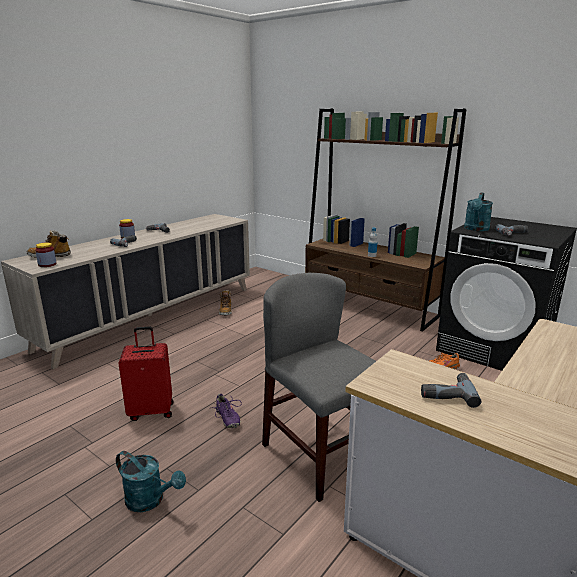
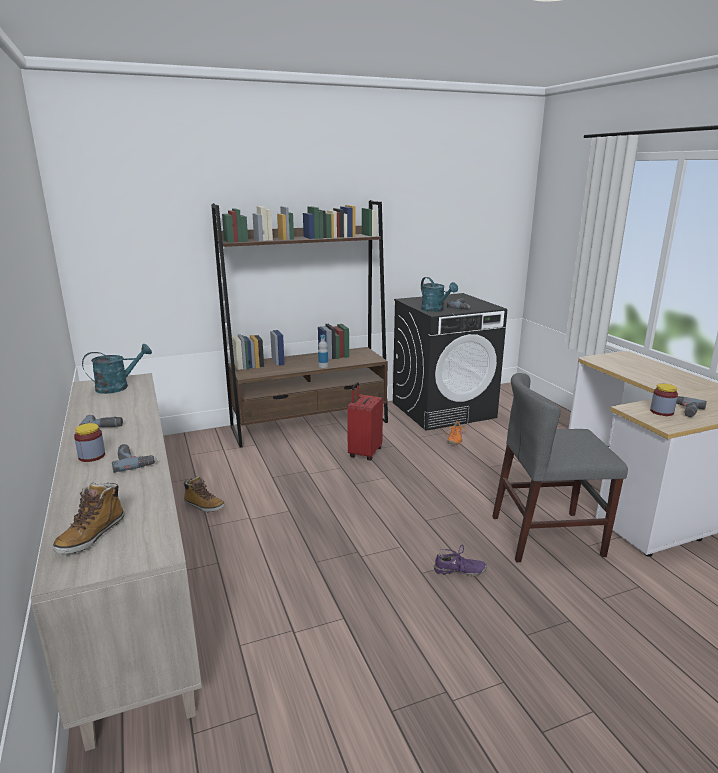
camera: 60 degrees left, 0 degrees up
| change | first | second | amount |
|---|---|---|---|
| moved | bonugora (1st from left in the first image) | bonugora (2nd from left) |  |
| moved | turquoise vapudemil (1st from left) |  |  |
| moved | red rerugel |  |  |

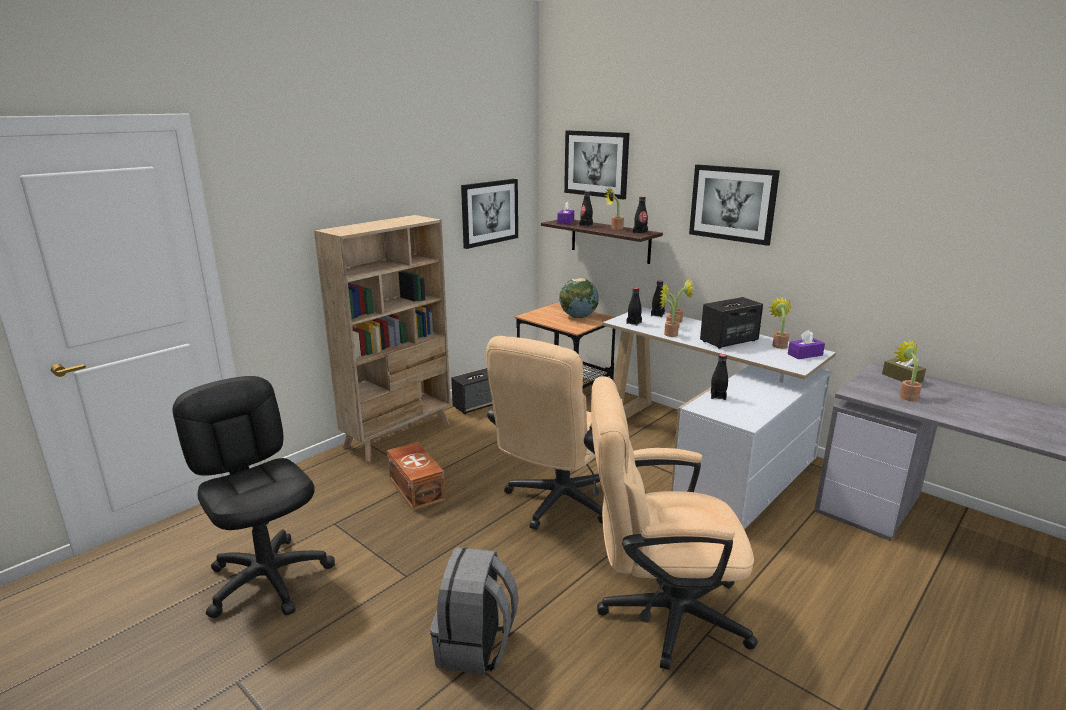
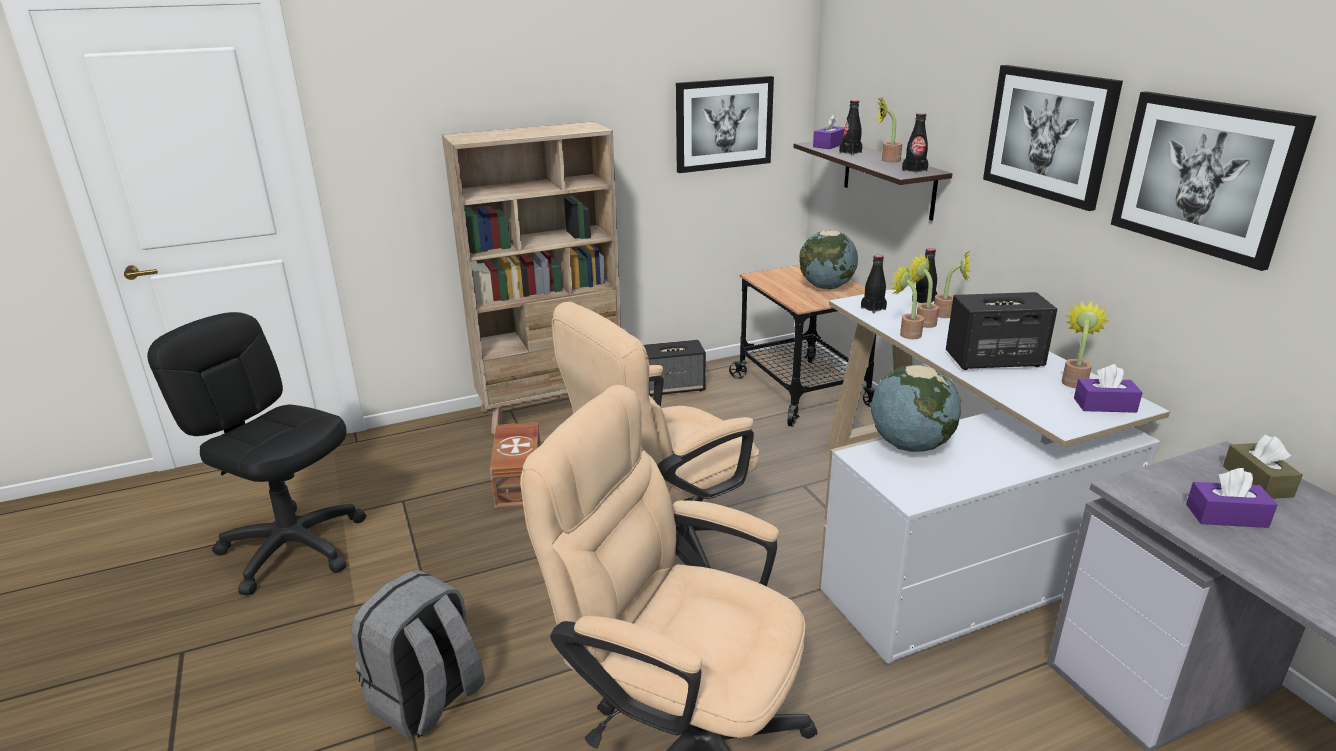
camera: 25 degrees right, 5 degrees up
| change | first | second | amount |
|---|---|---|---|
| moved | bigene (2nd from left in the first image) | bigene (3rd from left) |  |
| replaced | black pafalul (5th from left) | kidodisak (2nd from left) |  |
| replaced | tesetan (6th from left) | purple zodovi (3rd from left) |  |
| turned | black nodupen |  | 45 degrees counterclockwise |

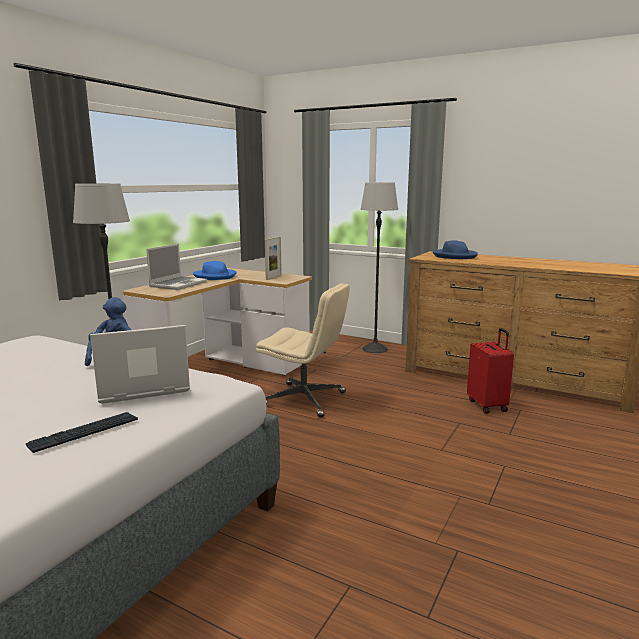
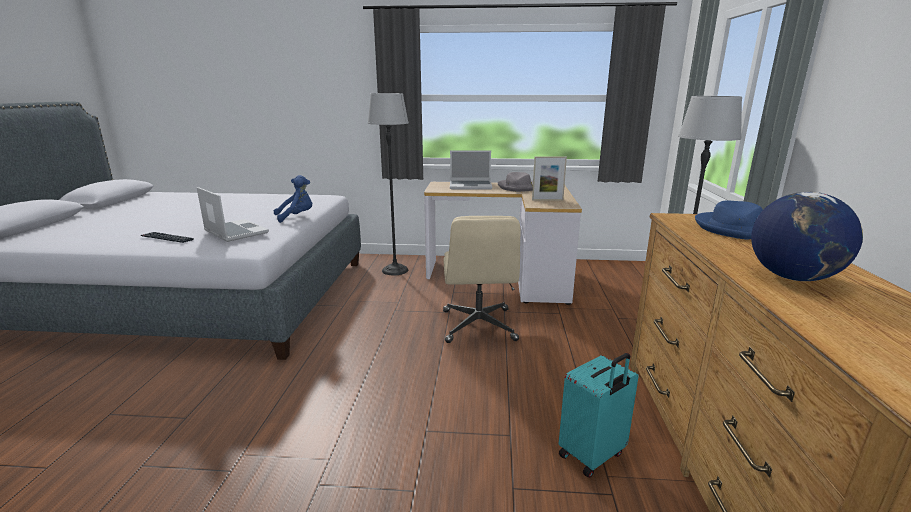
camera: 65 degrees right, 5 degrees up
| change | first | second | amount |
|---|---|---|---|
| added |  | kidodisak |  |
| recoloured | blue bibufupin (1st from left) | grey bibufupin |  |
| recoloured | red rerugel | turquoise rerugel |  |

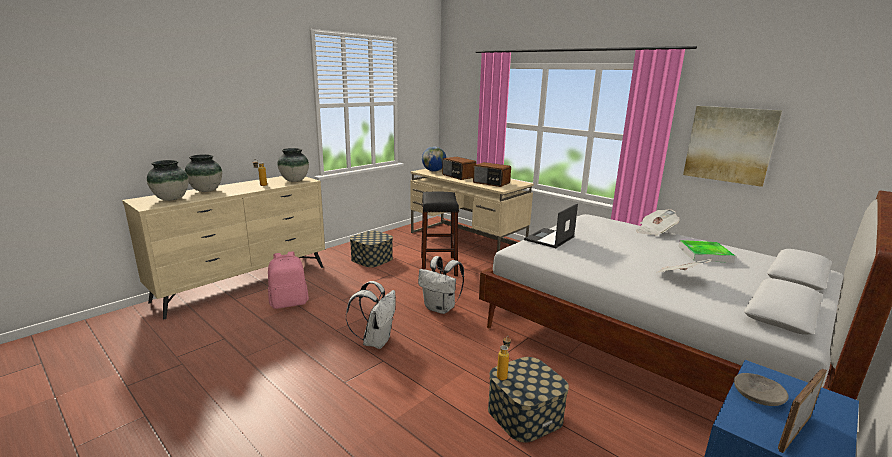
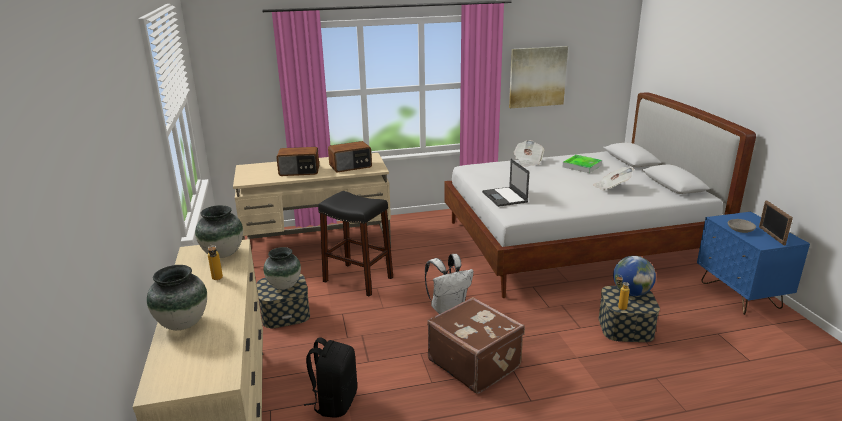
camera: 55 degrees left, 5 degrees up
| change | first | second | amount |
|---|---|---|---|
| moved | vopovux (1st from left in the first image) | vopovux (3rd from left) |  |
| moved | kidodisak |  |  |
| replaced | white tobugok (1st from left) | brown rerugel |  |
| recoloured | pink tobugok | black tobugok |  |

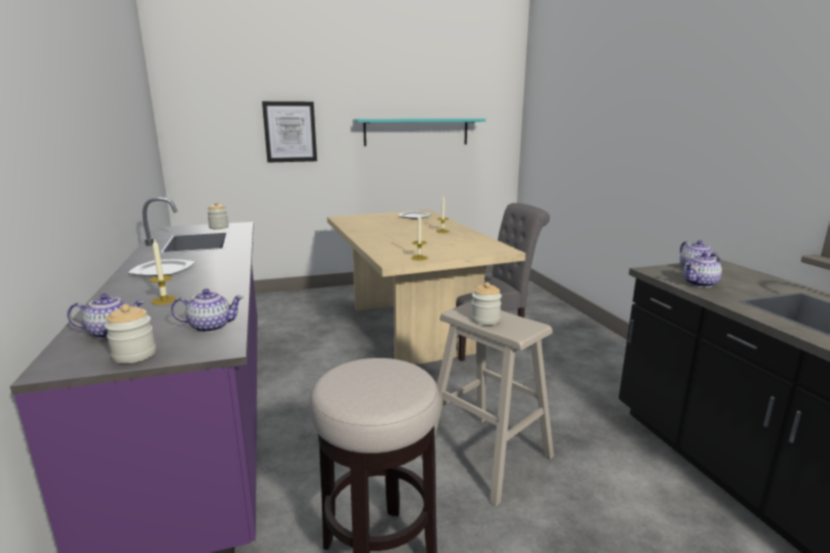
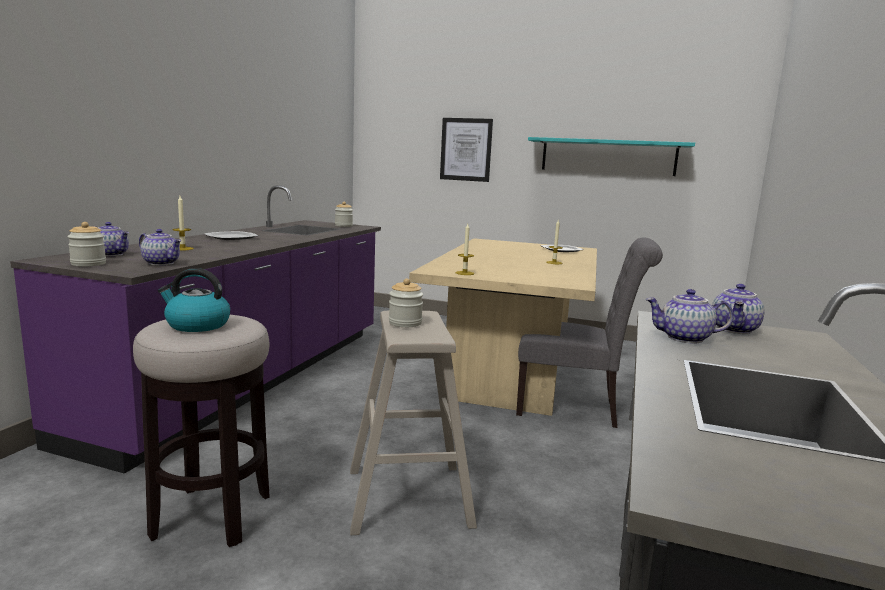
camera: 35 degrees right, 5 degrees down
| change | first | second | amount |
|---|---|---|---|
| added |  | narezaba |  |

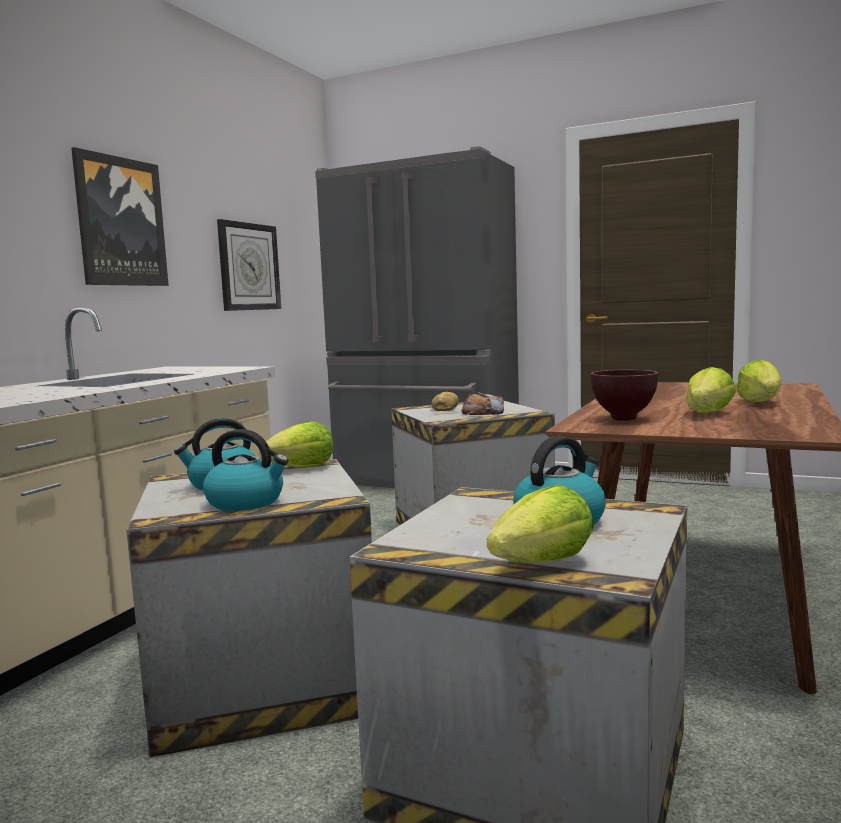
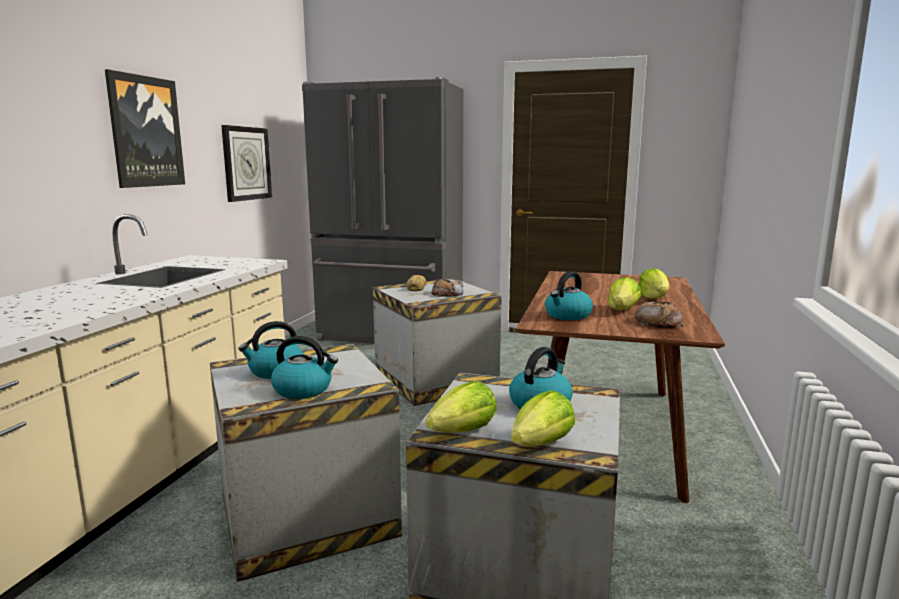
camera: 10 degrees left, 5 degrees up
| change | first | second | amount |
|---|---|---|---|
| added |  | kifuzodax (3rd from left) |  |
| moved | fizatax (1st from left) |  |  |
| replaced | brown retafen | narezaba (4th from left) |  |

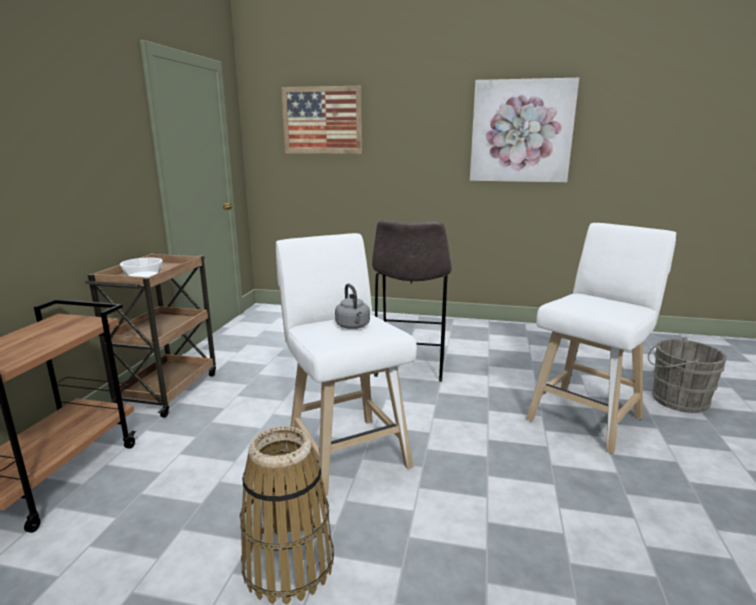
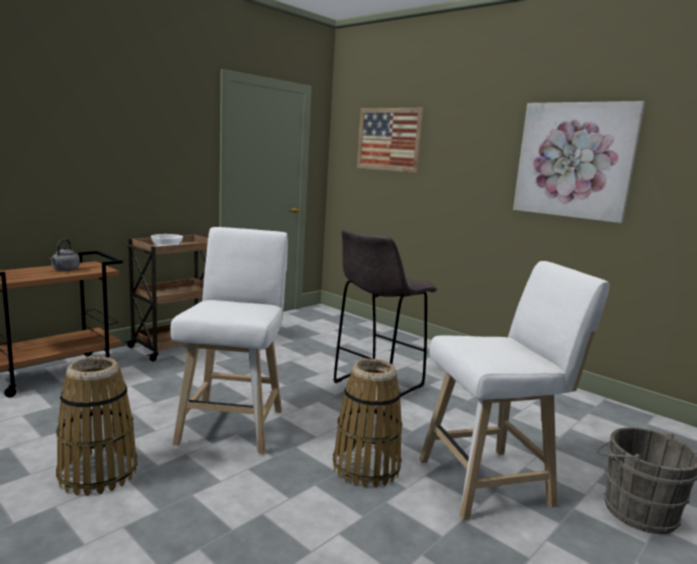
camera: 30 degrees right, 5 degrees down
| change | first | second | amount |
|---|---|---|---|
| added |  | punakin (2nd from left) |  |
| moved | grey narezaba |  |  |

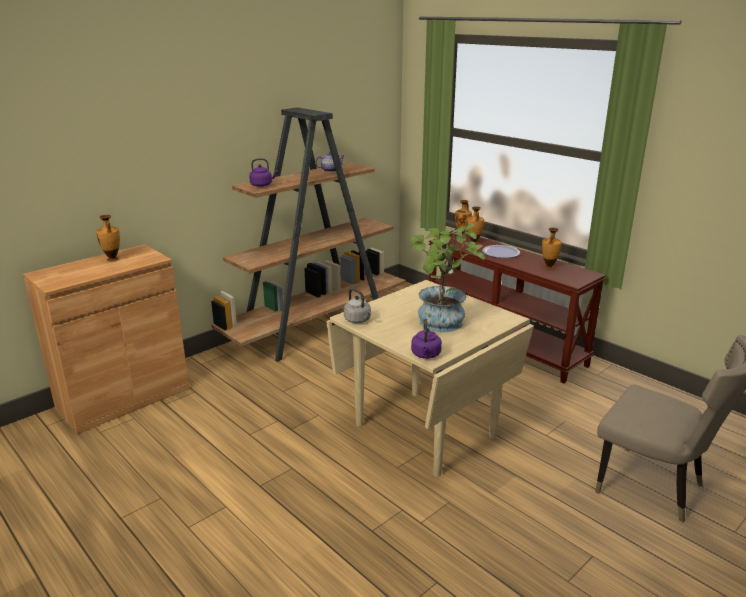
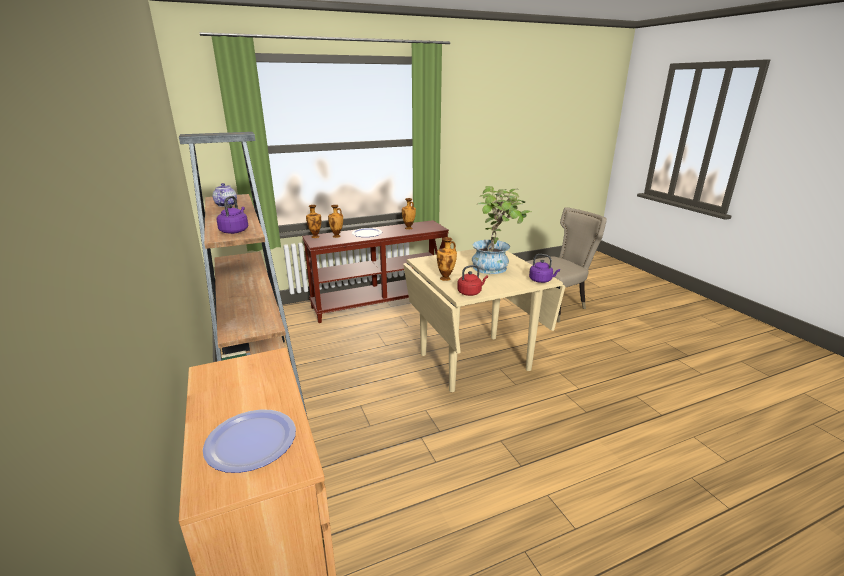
camera: 70 degrees left, 0 degrees up
| change | first | second | amount |
|---|---|---|---|
| added |  | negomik (1st from left) |  |
| moved | vopovux (1st from left in the first image) | vopovux (4th from left) |  |
| recoloured | grey narezaba | red narezaba |  |

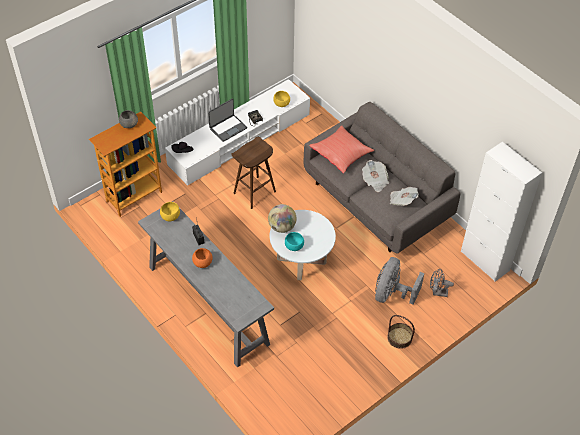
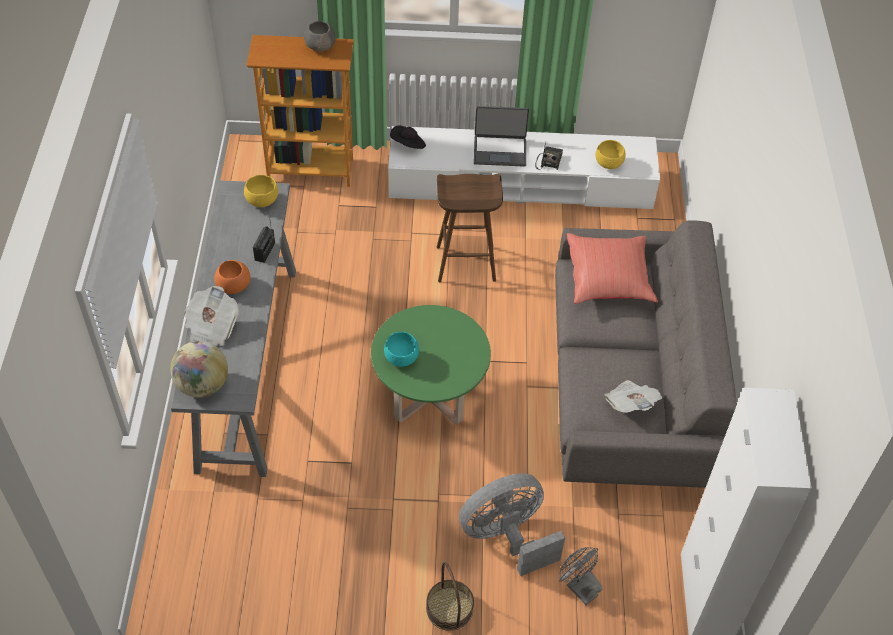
camera: 40 degrees right, 0 degrees up
| change | first | second | amount |
|---|---|---|---|
| moved | kidodisak |  |  |
| moved | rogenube (1st from left) |  |  |
| recoloured | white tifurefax | green tifurefax |  |

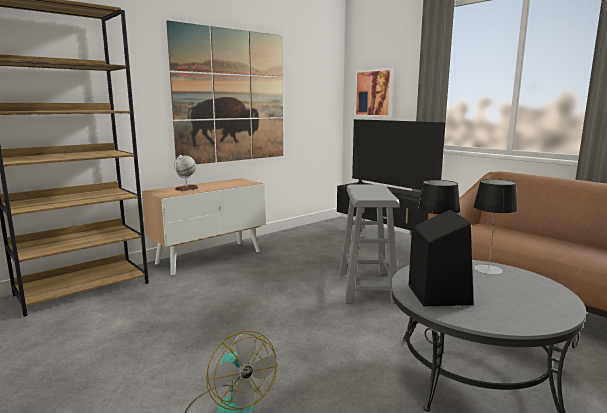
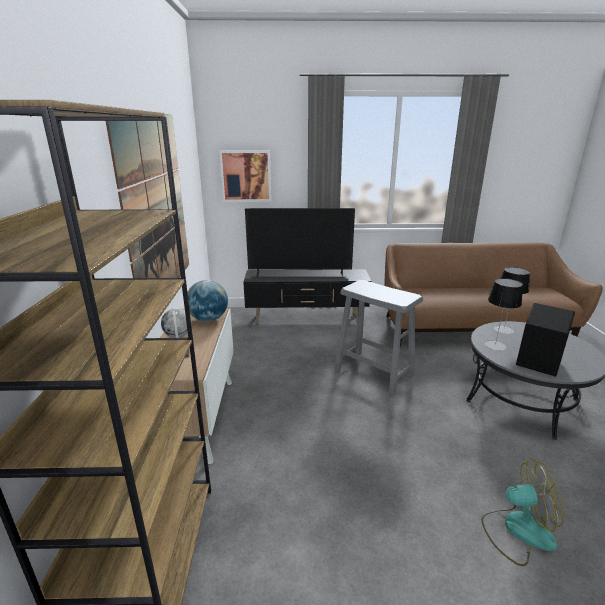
camera: 50 degrees left, 10 degrees up
| change | first | second | amount |
|---|---|---|---|
| added |  | kidodisak (2nd from left) |  |

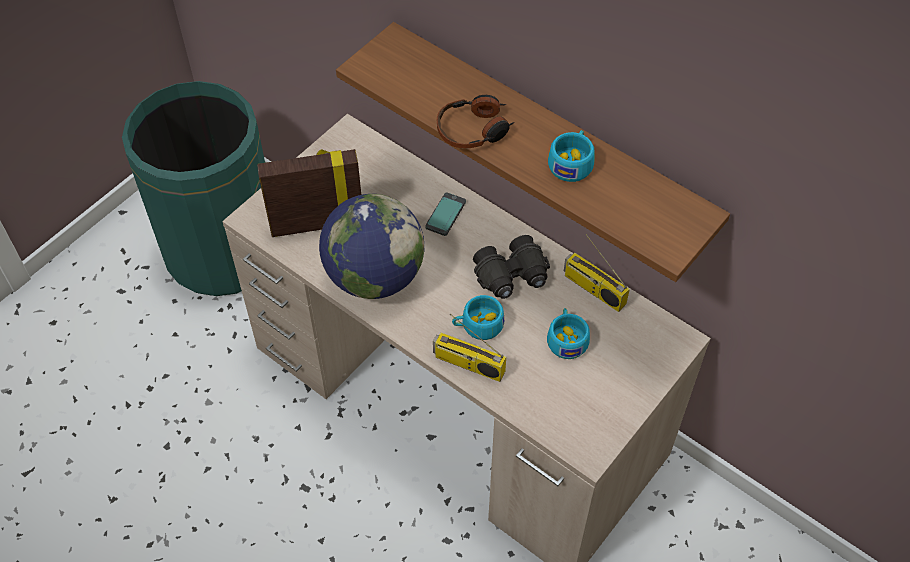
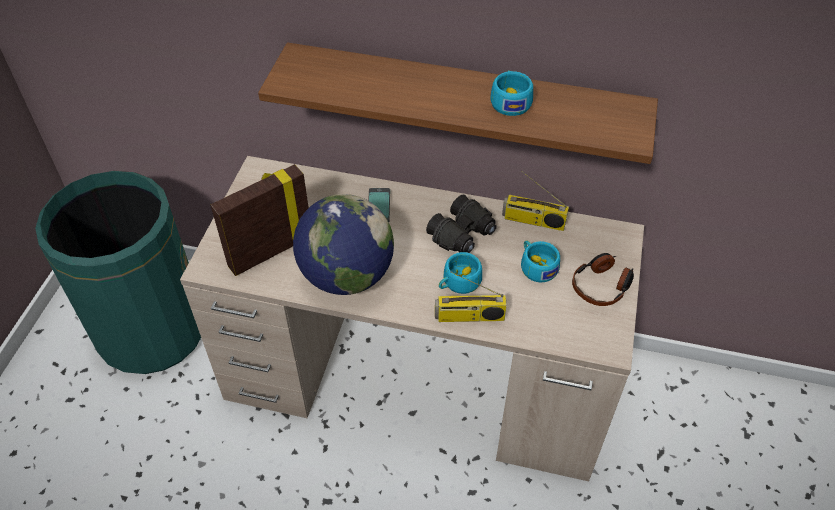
camera: 25 degrees left, 5 degrees down
| change | first | second | amount |
|---|---|---|---|
| moved | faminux |  |  |

